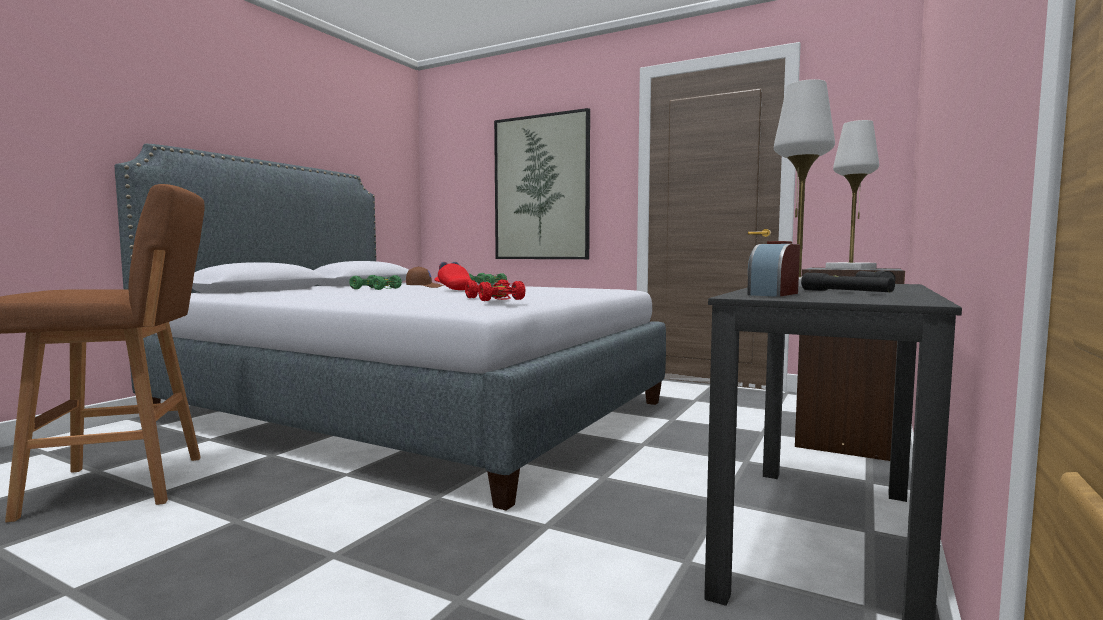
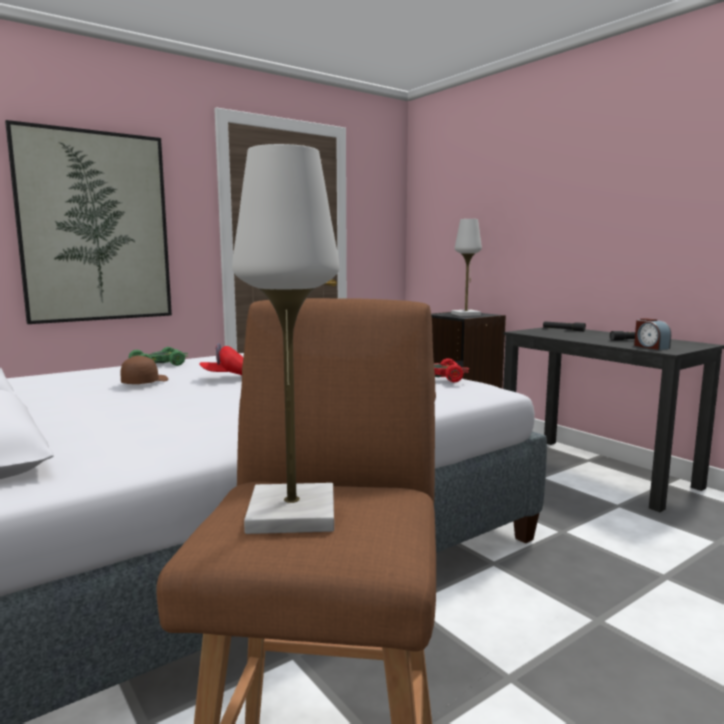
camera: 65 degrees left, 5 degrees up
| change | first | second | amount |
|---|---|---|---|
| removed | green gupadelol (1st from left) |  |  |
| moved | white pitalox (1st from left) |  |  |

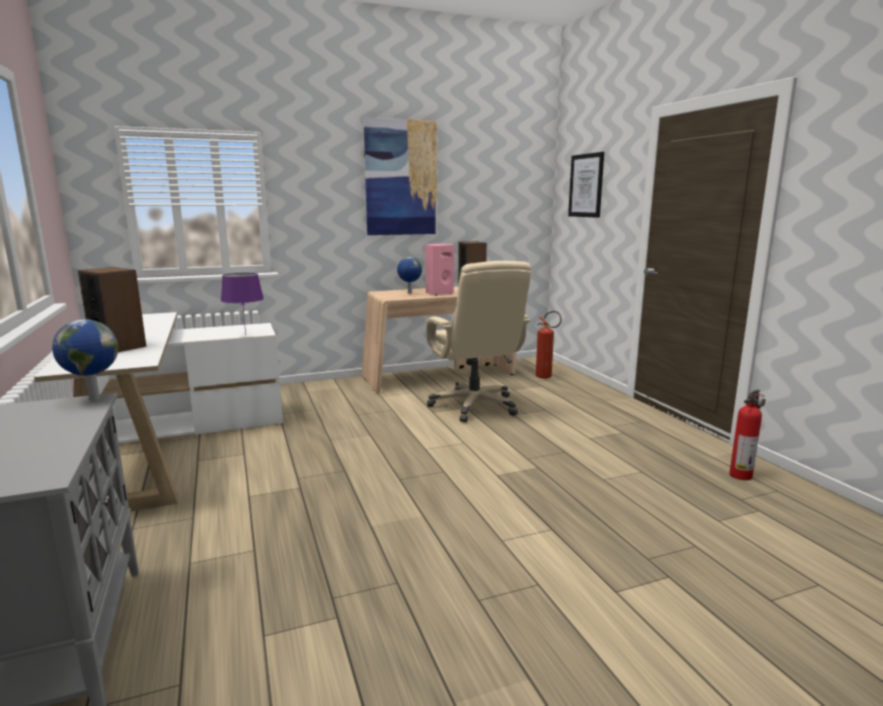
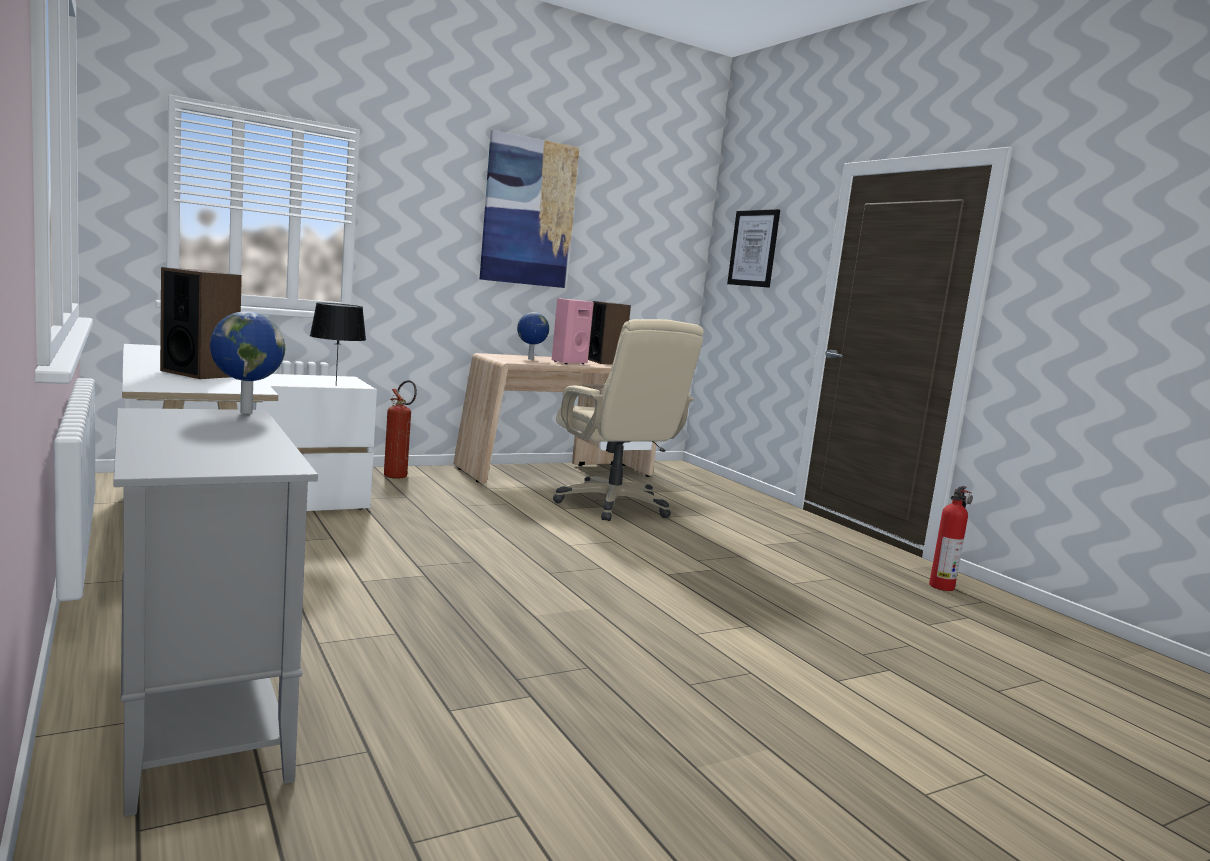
camera: 10 degrees left, 5 degrees down
| change | first | second | amount |
|---|---|---|---|
| moved | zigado (1st from left) |  |  |
| recoloured | purple pitalox | black pitalox |  |

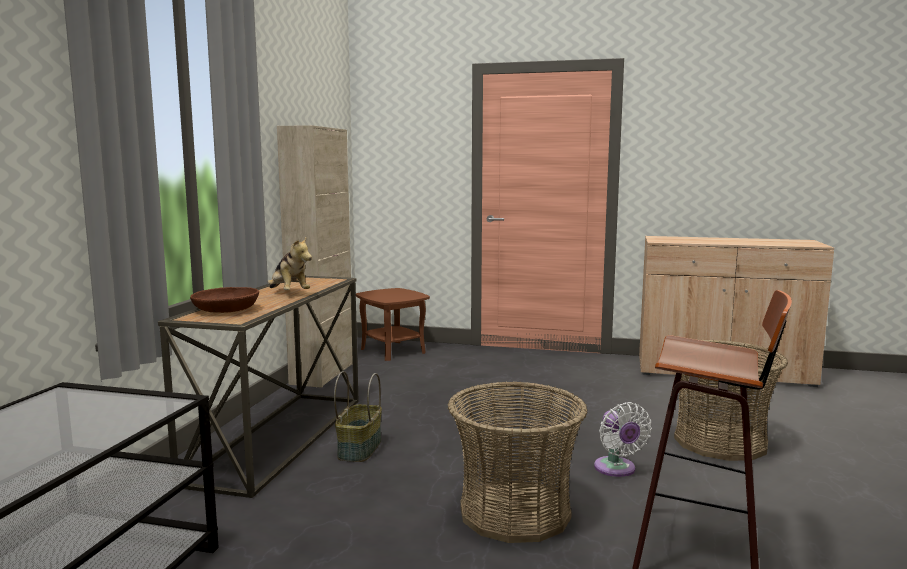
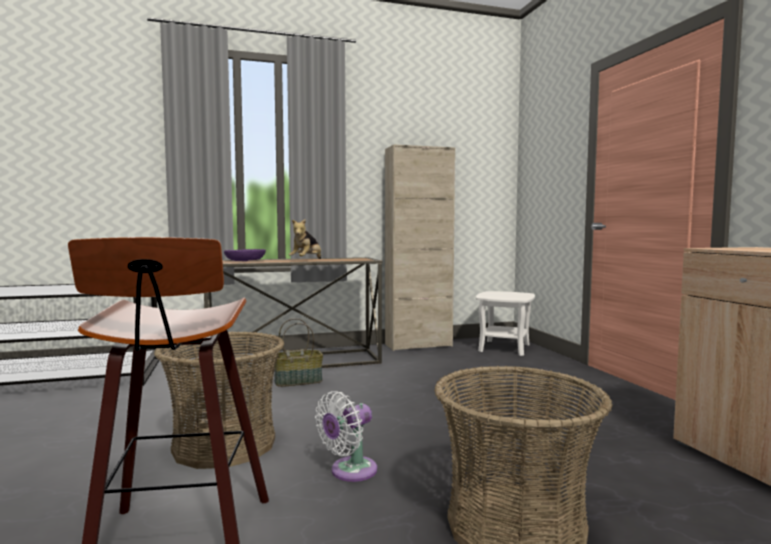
camera: 60 degrees right, 5 degrees down
| change | first | second | amount |
|---|---|---|---|
| recoloured | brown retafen | purple retafen |  |
| recoloured | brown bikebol | white bikebol |  |

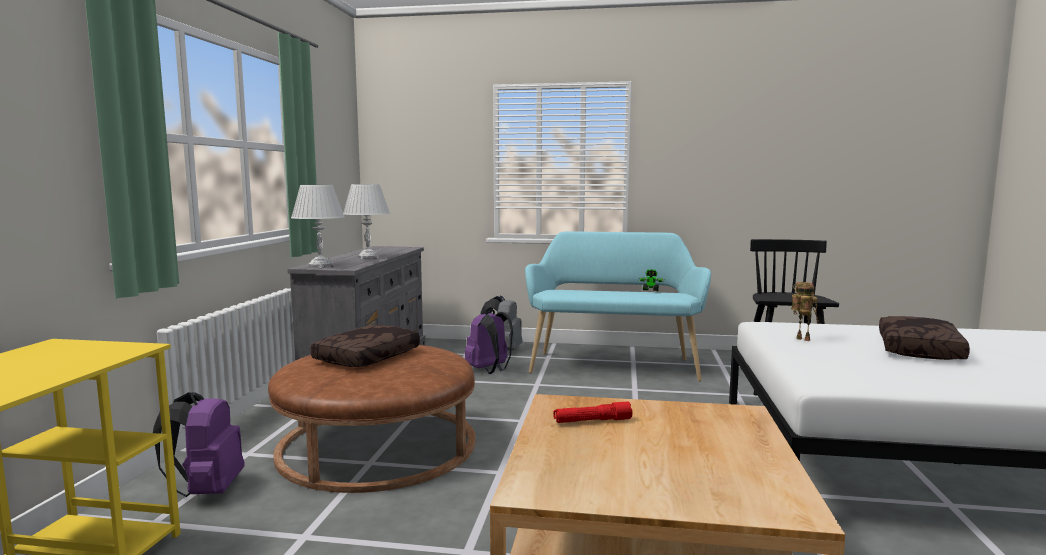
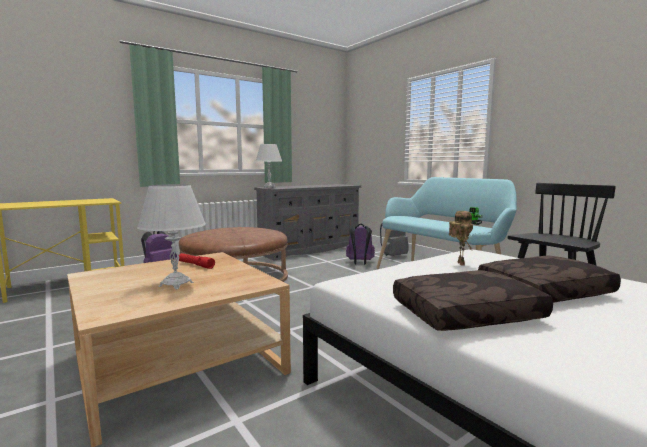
camera: 45 degrees right, 0 degrees up
| change | first | second | amount |
|---|---|---|---|
| moved | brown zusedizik (1st from left) |  |  |
| moved | white pitalox (2nd from left in the first image) | white pitalox (1st from left) |  |

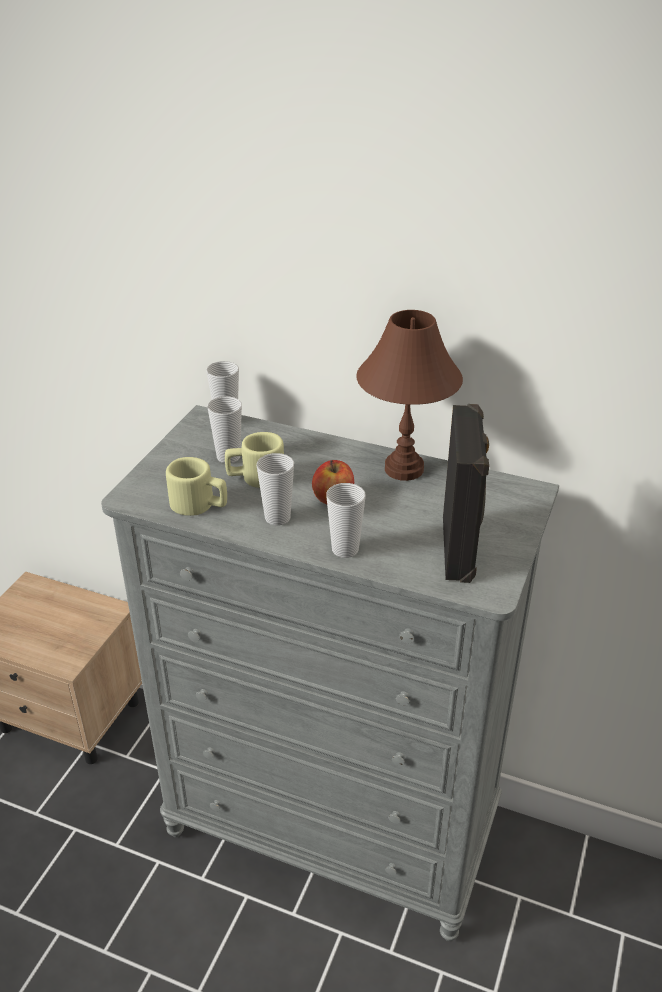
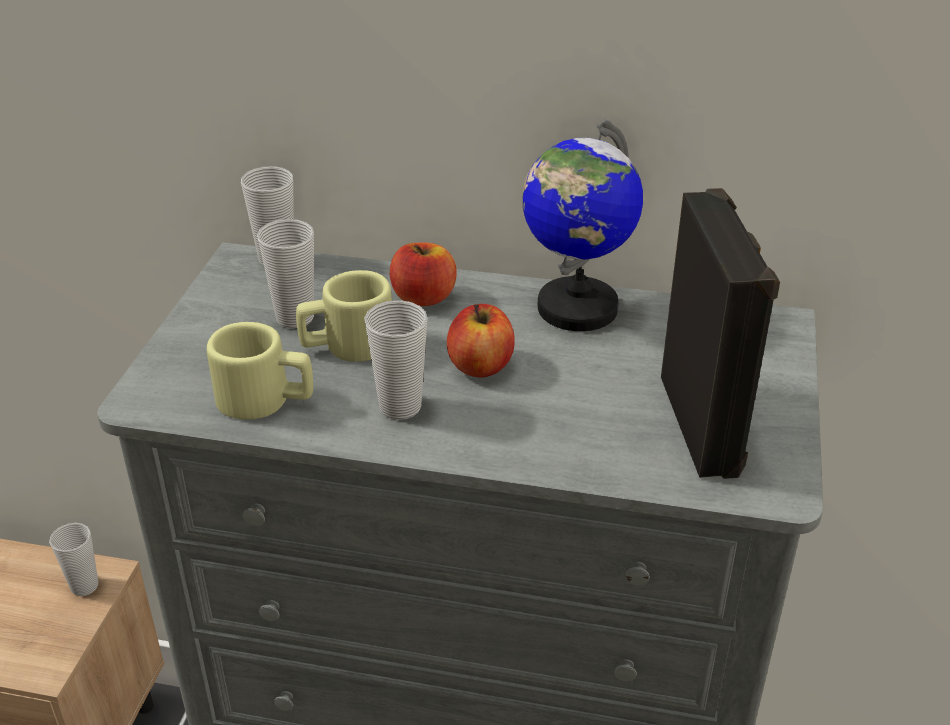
camera: 10 degrees left, 0 degrees up
| change | first | second | amount |
|---|---|---|---|
| added |  | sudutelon (1st from left) |  |
| moved | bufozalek (4th from left in the first image) | bufozalek (1st from left) |  |
| replaced | brown pitalox | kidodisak |  |

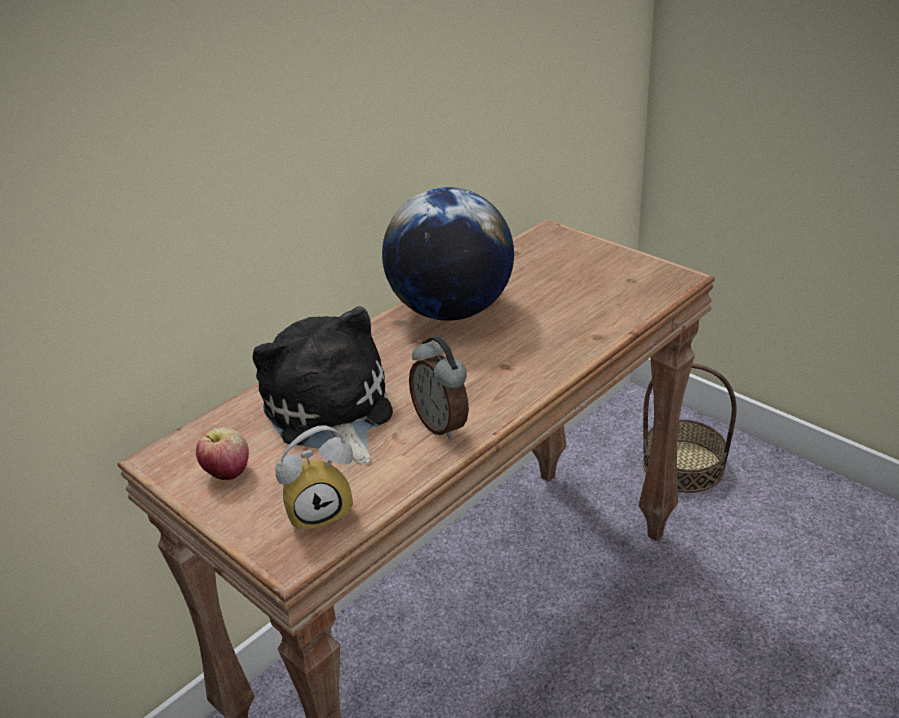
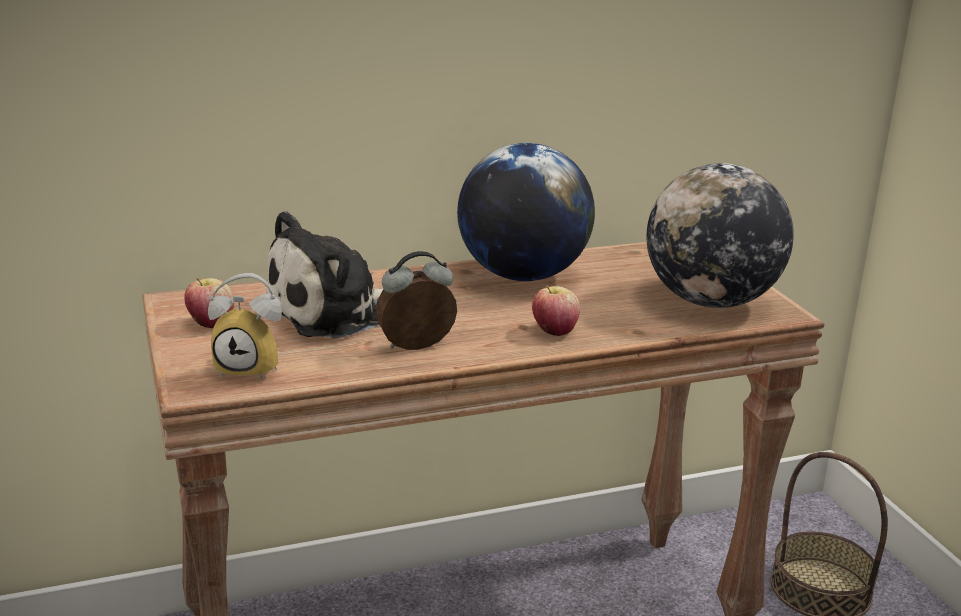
camera: 25 degrees right, 10 degrees down
| change | first | second | amount |
|---|---|---|---|
| added |  | sudutelon (2nd from left) |  |
| added |  | kidodisak (2nd from left) |  |
| turned | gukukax |  | 135 degrees counterclockwise |
| turned | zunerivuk (2nd from left) |  | 75 degrees clockwise |

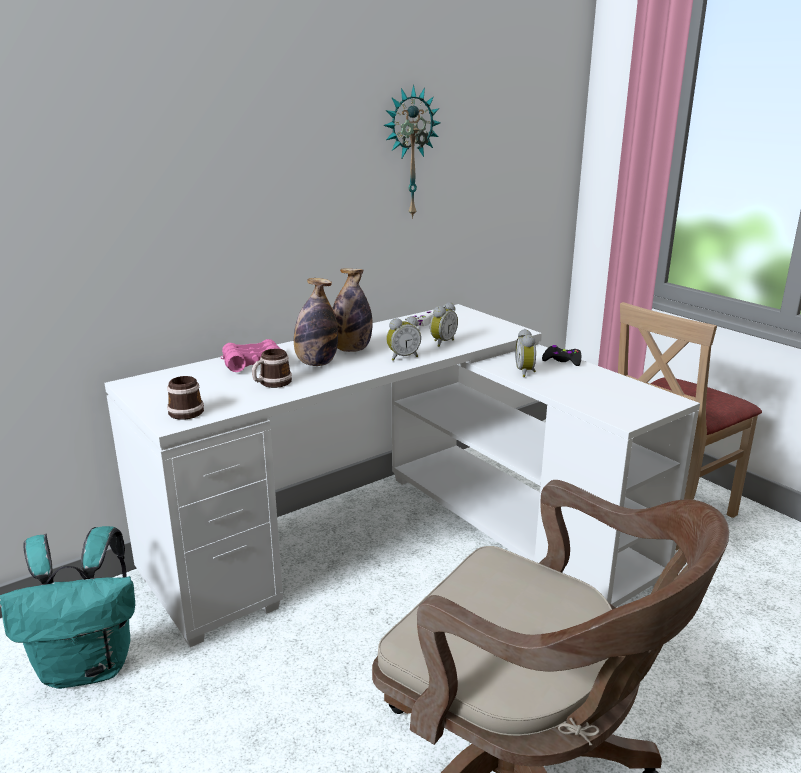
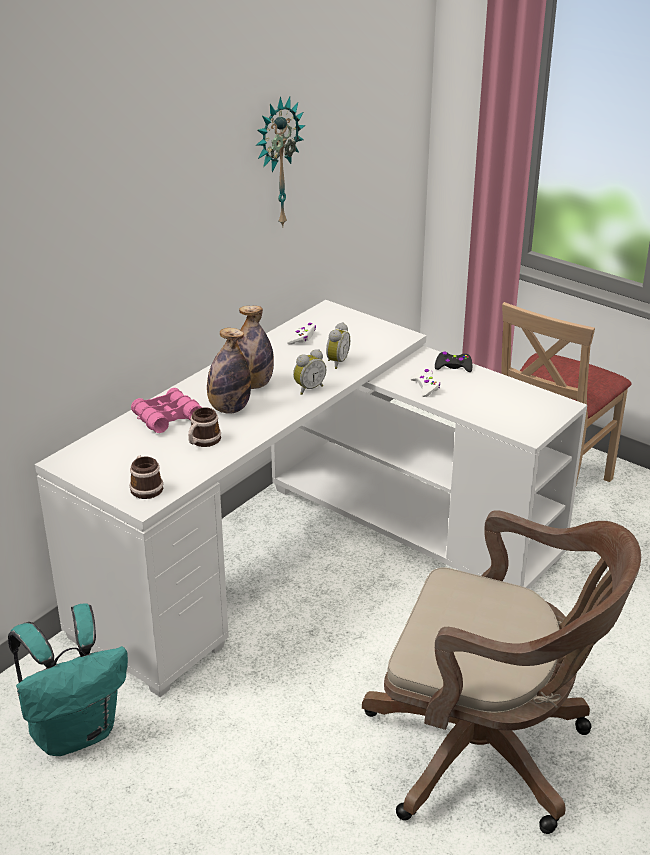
camera: 15 degrees left, 10 degrees up
| change | first | second | amount |
|---|---|---|---|
| replaced | zunerivuk (3rd from left) | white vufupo (2nd from left) |  |

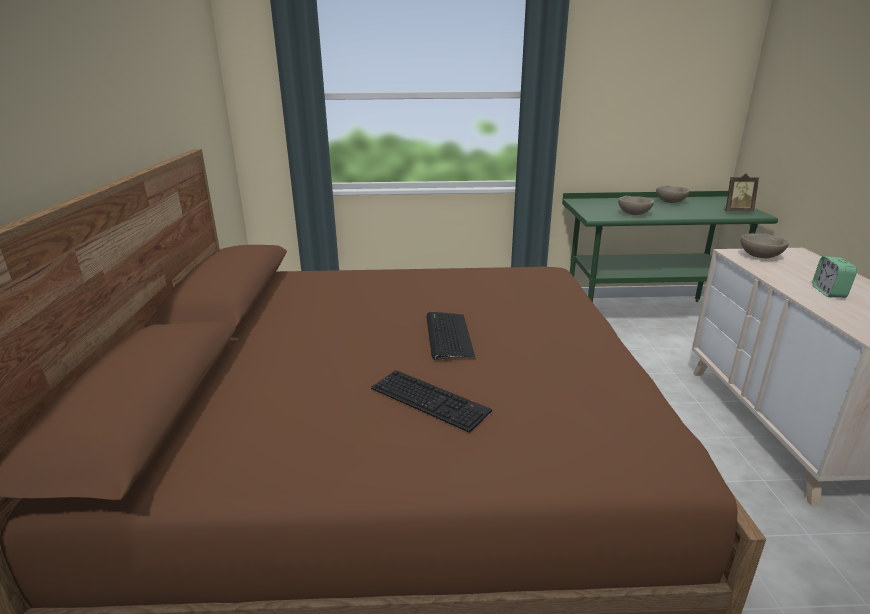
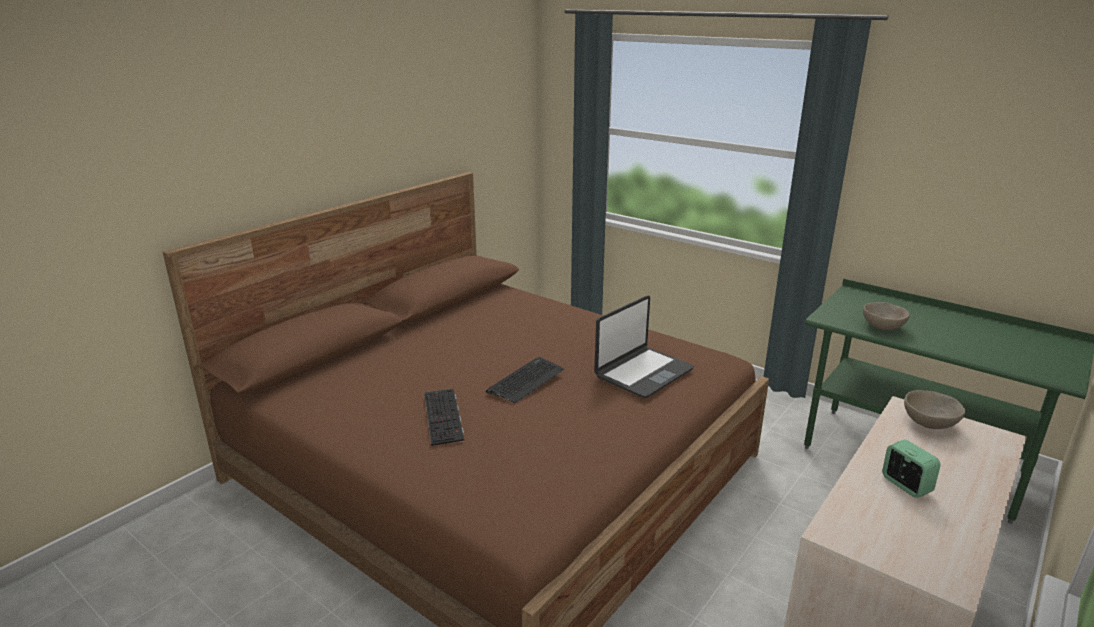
camera: 40 degrees right, 0 degrees up
| change | first | second | amount |
|---|---|---|---|
| removed | beige retafen (2nd from left) |  |  |
| removed | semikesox |  |  |
| added |  | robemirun |  |
| turned | zunerivuk |  | 105 degrees clockwise |

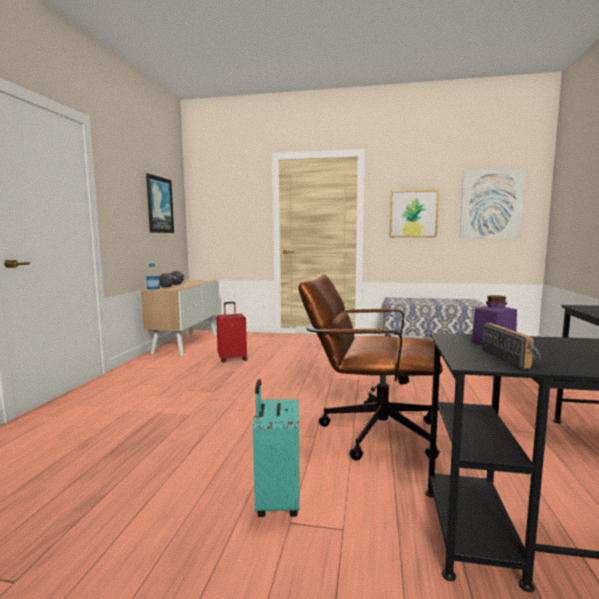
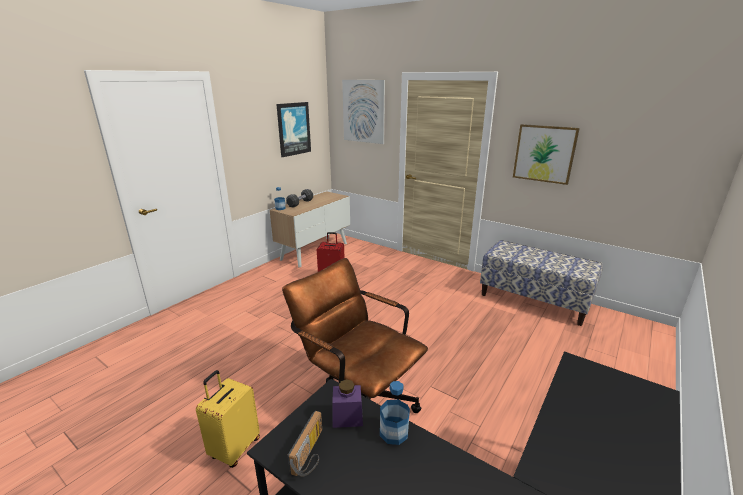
camera: 25 degrees right, 15 degrees up
| change | first | second | amount |
|---|---|---|---|
| added |  | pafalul (2nd from left) |  |
| moved | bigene (3rd from left in the first image) | bigene (2nd from left) |  |
| recoloured | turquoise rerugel | yellow rerugel |  |

